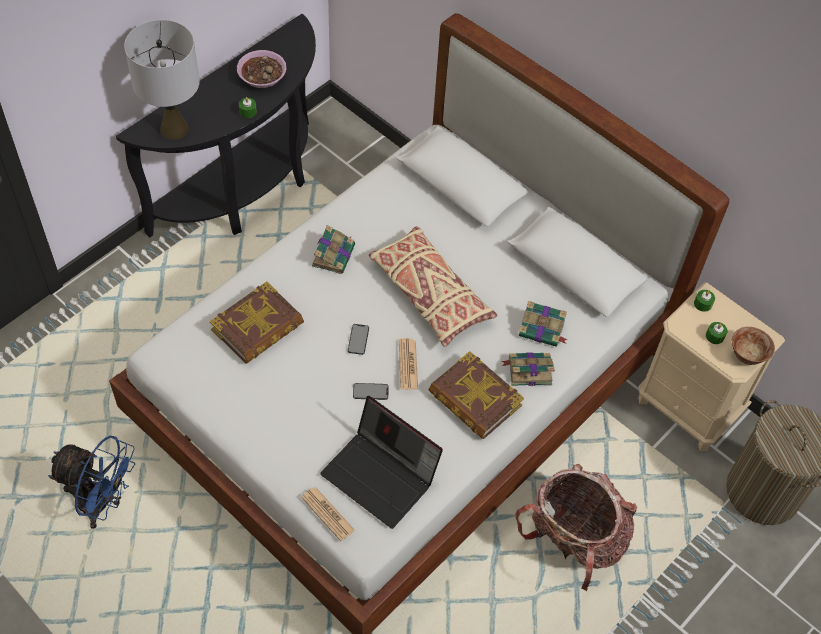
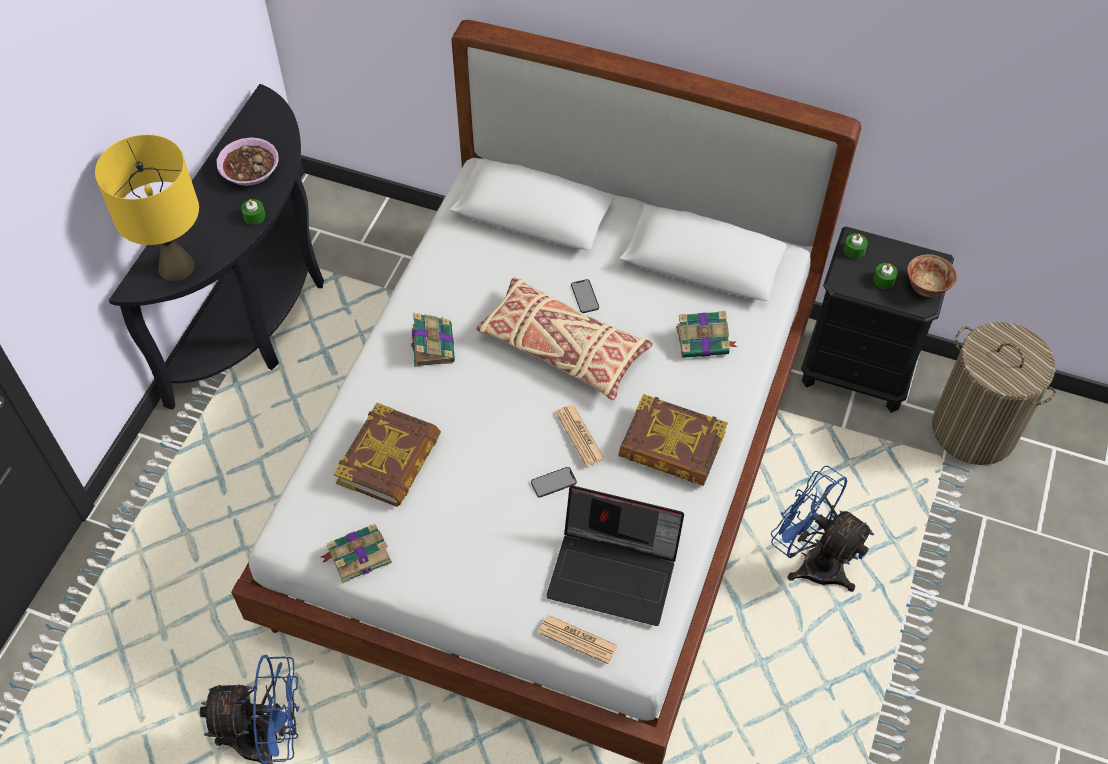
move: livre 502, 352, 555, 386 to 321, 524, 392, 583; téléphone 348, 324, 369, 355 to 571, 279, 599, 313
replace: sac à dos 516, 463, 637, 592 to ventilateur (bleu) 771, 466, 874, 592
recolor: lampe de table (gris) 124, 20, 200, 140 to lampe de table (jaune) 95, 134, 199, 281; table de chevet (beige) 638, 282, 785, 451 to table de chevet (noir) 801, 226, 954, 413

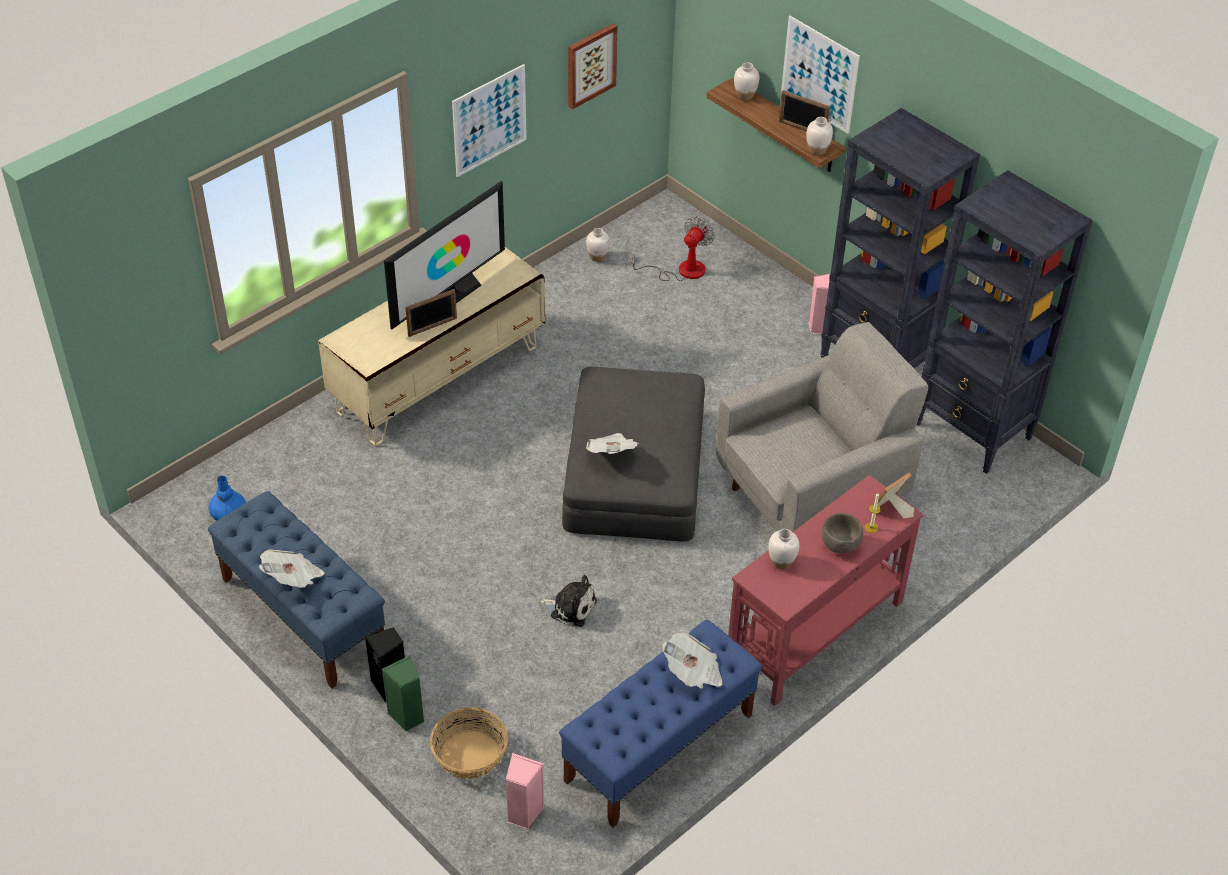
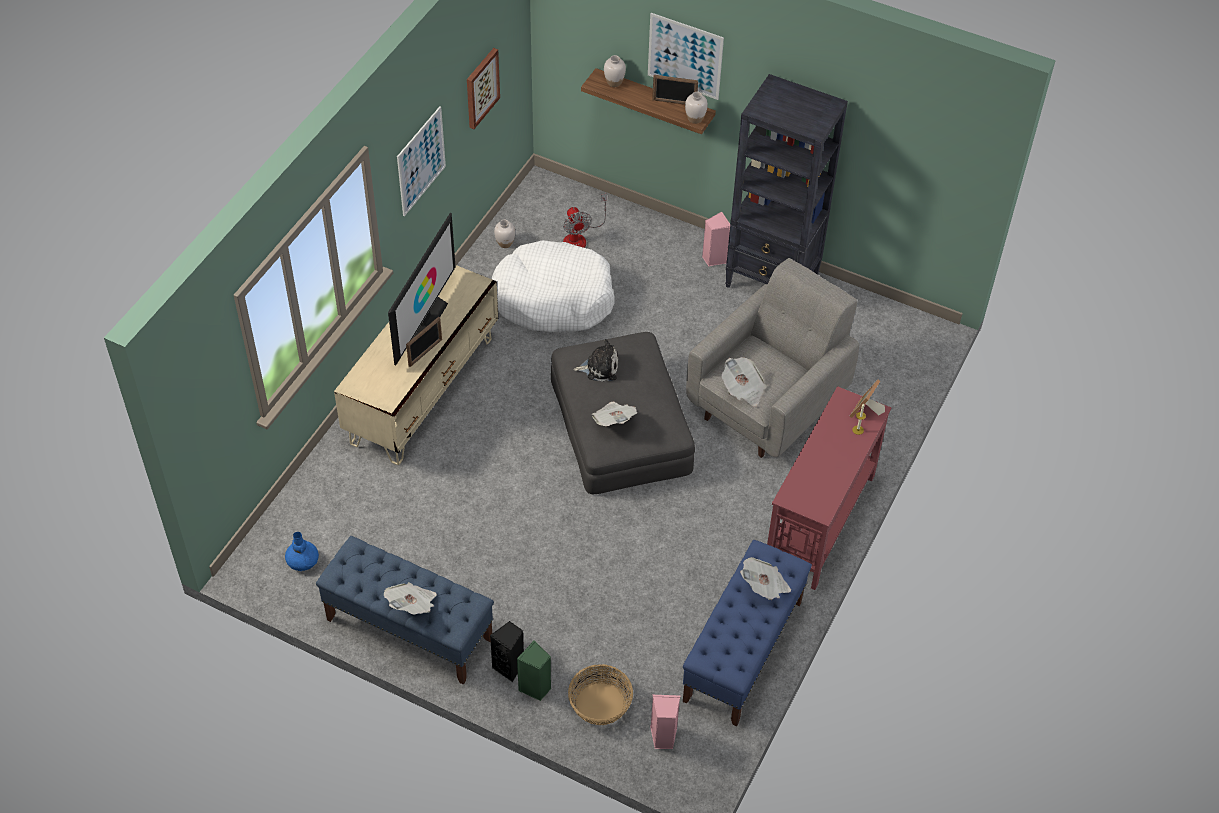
delete: vase (blanc) 768, 529, 799, 569; bol (marron) 822, 513, 863, 553; bibliothèque (noir) 917, 170, 1093, 474
insert: panier pour chien (blanc) 492, 240, 615, 332; journal 722, 357, 767, 406
move: peluche 539, 575, 597, 627 to 573, 339, 618, 382
rotate: ventilateur 628, 217, 715, 281 = 563, 194, 607, 248 150 degrees clockwise

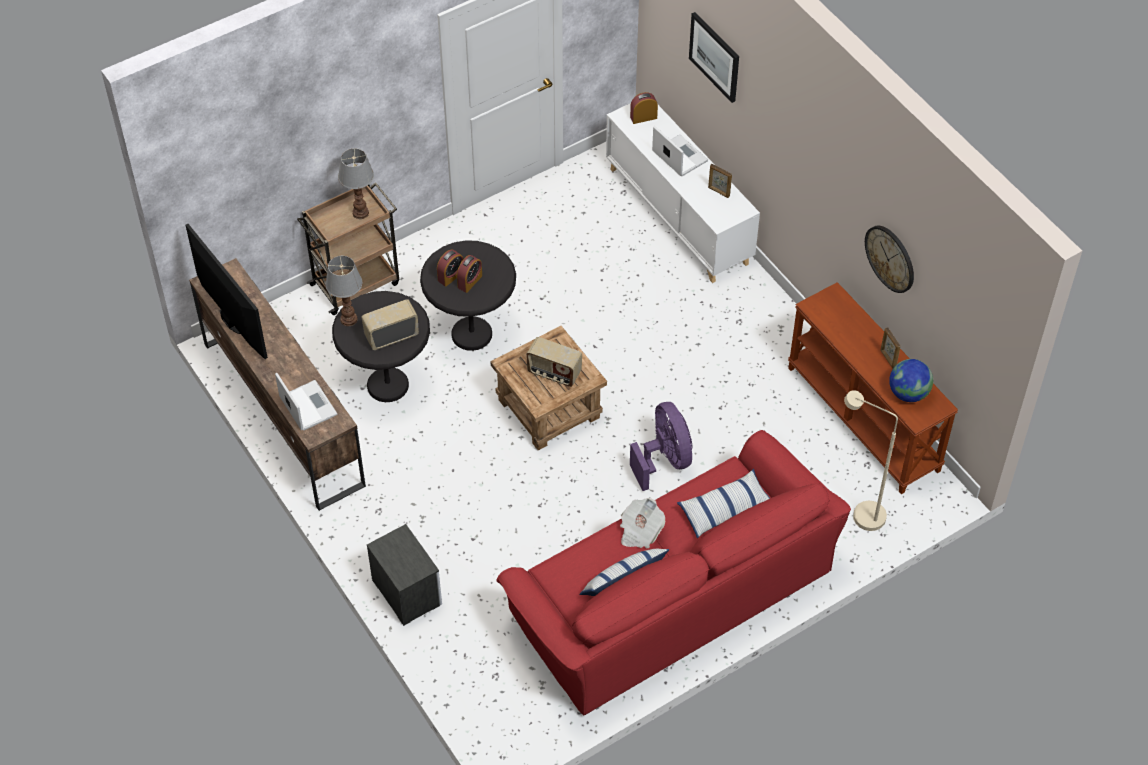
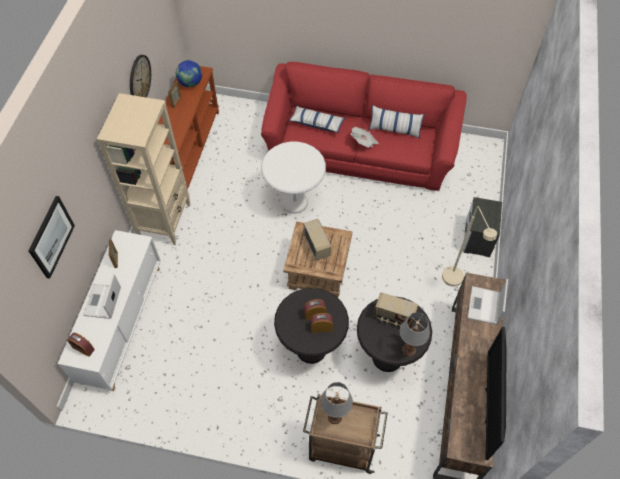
insert: bibliothèque (beige) 97, 93, 190, 245
move: lampadaire (beige) 844, 390, 898, 531 to 442, 206, 497, 287
replace: ventilateur (violet) 630, 402, 693, 491 to table d'appoint (blanc) 261, 142, 326, 214

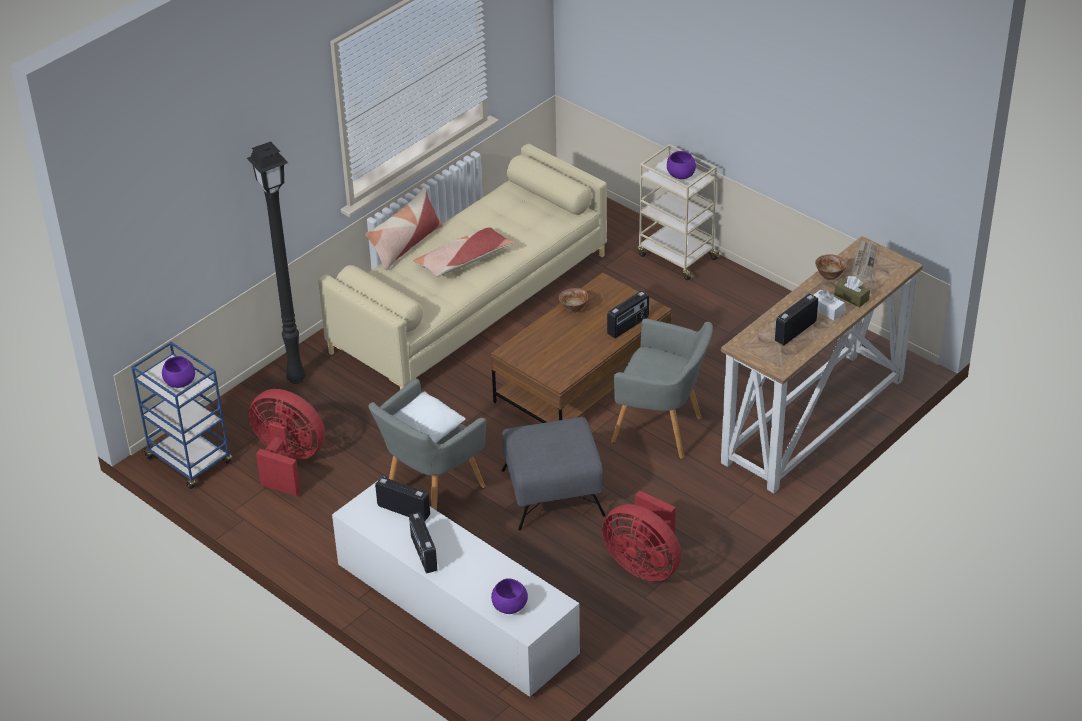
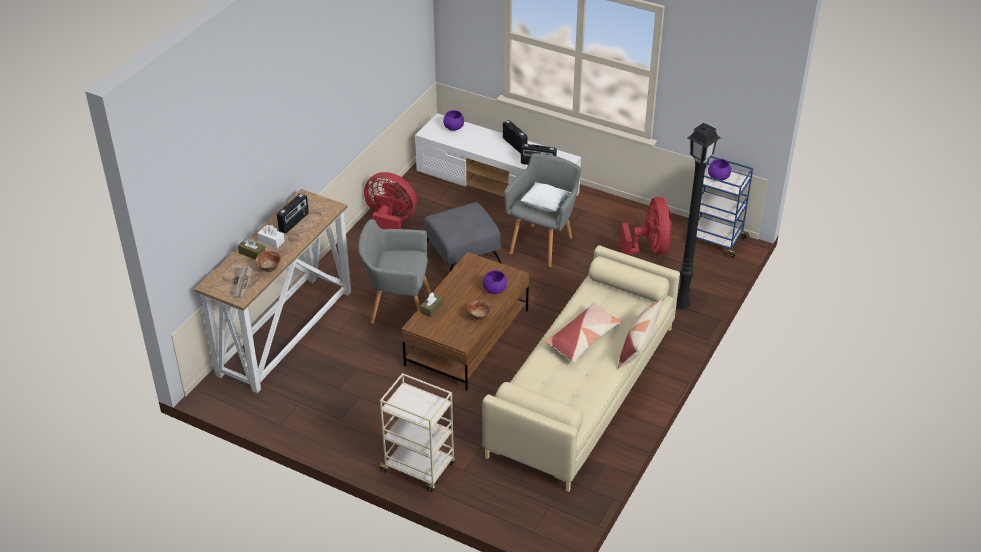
move: bol (violet) 667, 151, 696, 179 to 482, 270, 507, 294
replace: radio 607, 291, 649, 338 to boîte à mouchoirs (marron) 420, 292, 443, 318
rotate: ventilateur (rouge) 249, 389, 325, 496 = 620, 197, 672, 256 105 degrees counterclockwise

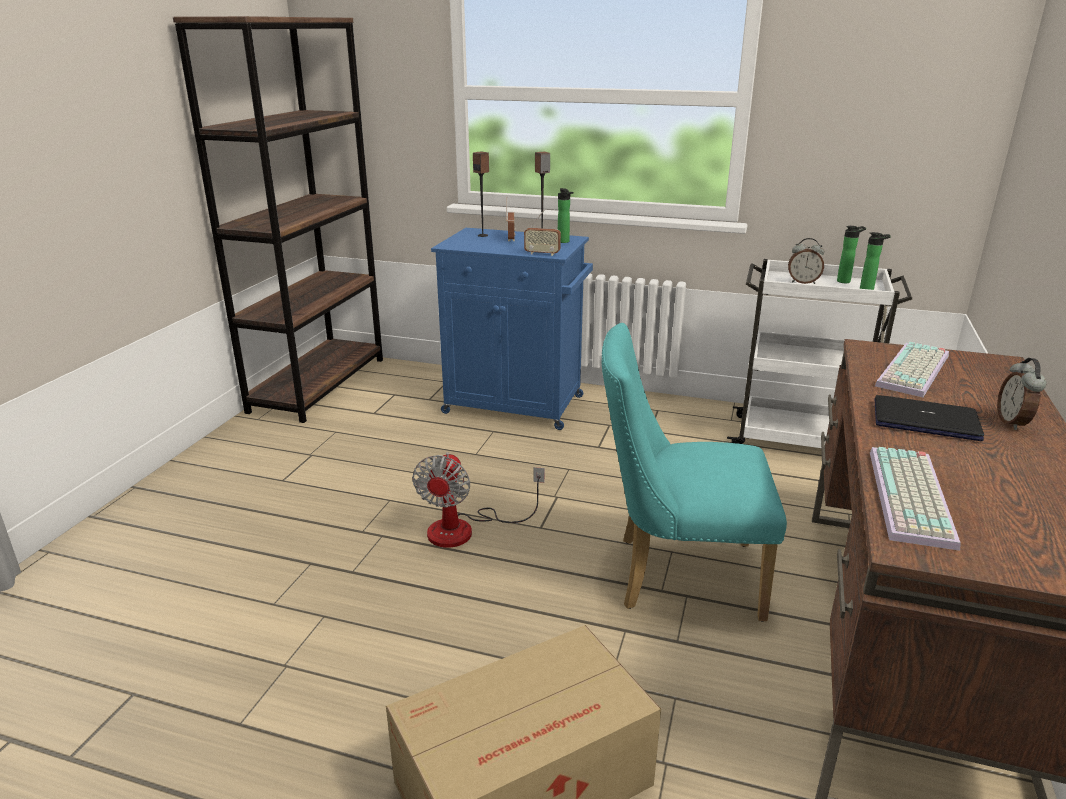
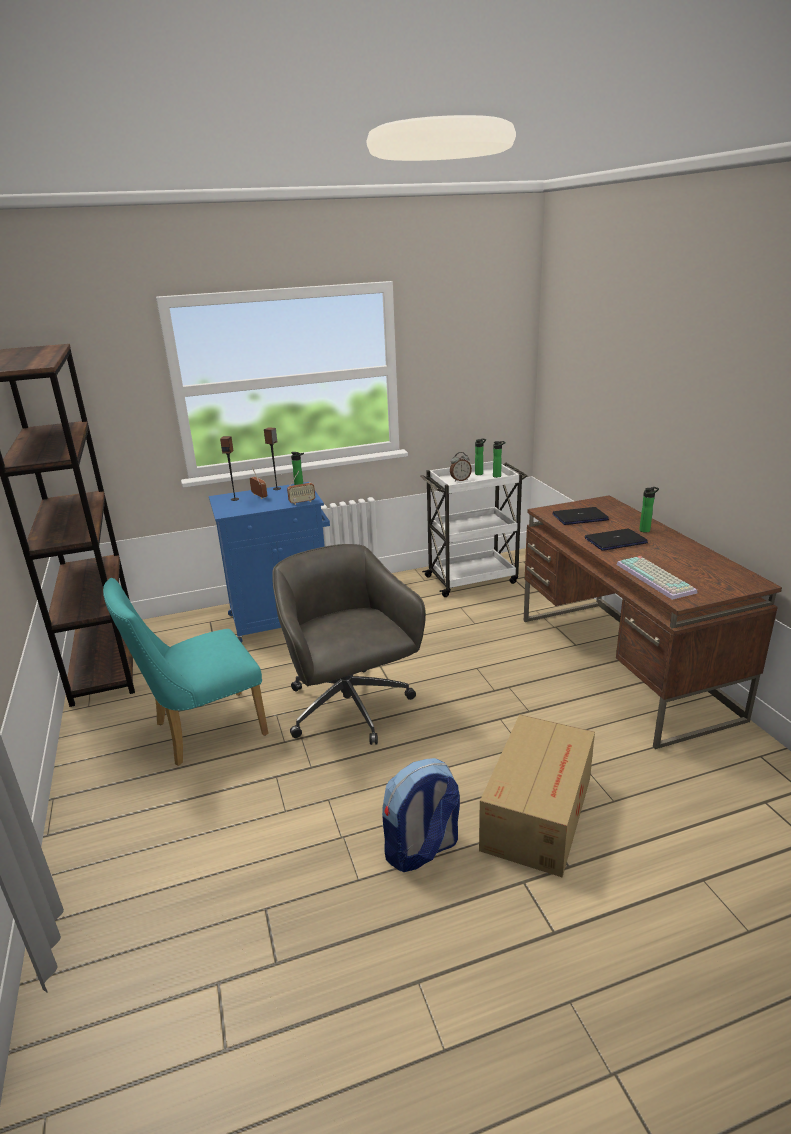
insert: sac à dos 382, 758, 460, 872
move: chaise (turquoise) 602, 323, 787, 622 to 103, 578, 269, 766
replace: ventilateur 412, 452, 545, 548 to chaise de bureau (gris) 272, 544, 426, 745; clavier 875, 342, 949, 397 to ordinateur portable 552, 507, 609, 525; réveil 997, 358, 1046, 430 to bouteille 639, 487, 659, 533

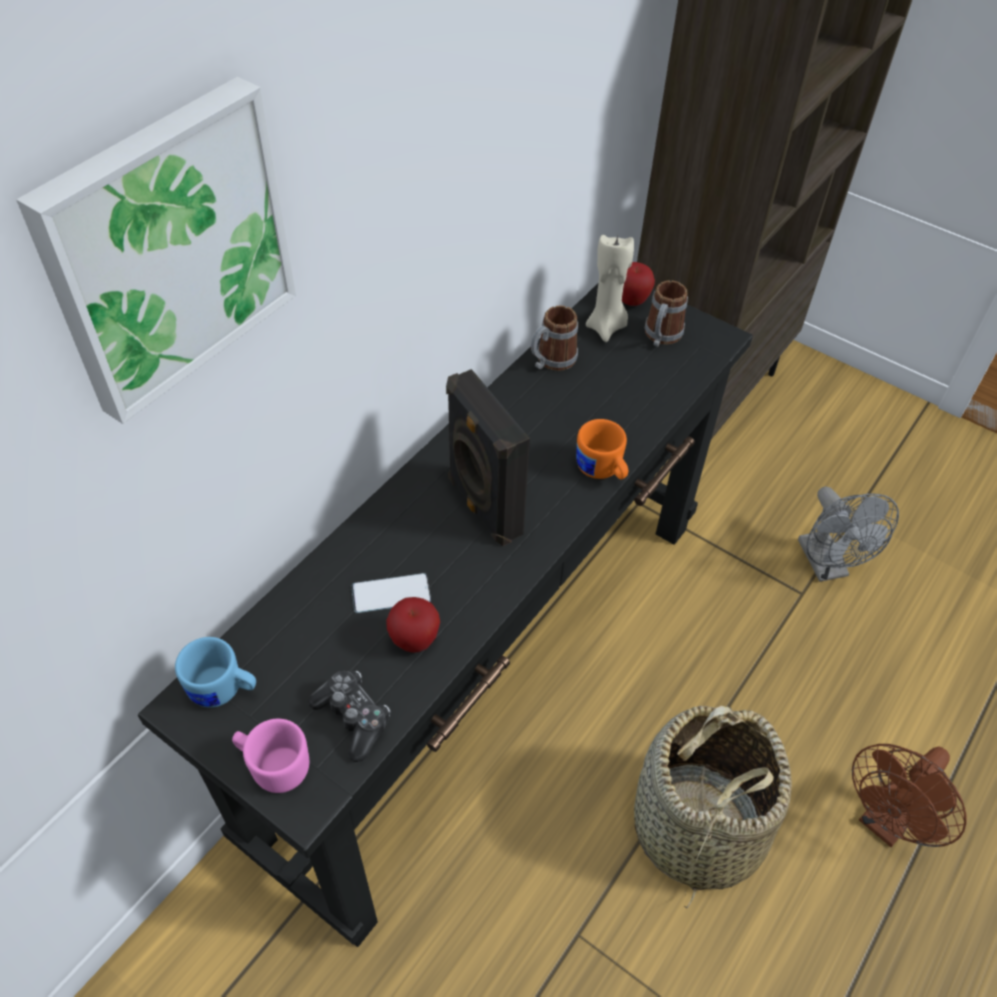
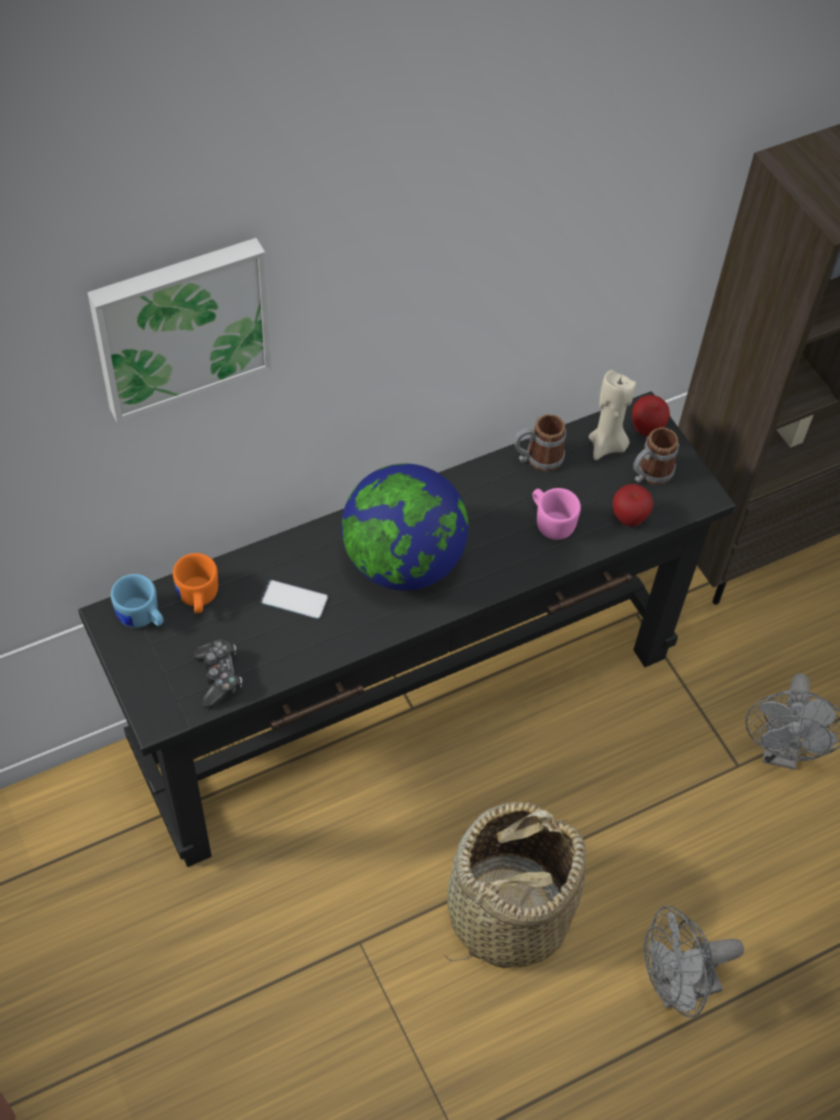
move: mug (orange) 576, 419, 628, 480 to 173, 553, 218, 613; mug (rose) 232, 719, 309, 793 to 533, 488, 581, 540; pomme 386, 597, 440, 653 to 613, 484, 653, 526
replace: enceinte (noir) 446, 369, 530, 546 to globe 341, 463, 469, 591
recolor: ventilateur (marron) 852, 744, 967, 847 to ventilateur (gris) 644, 906, 744, 1018

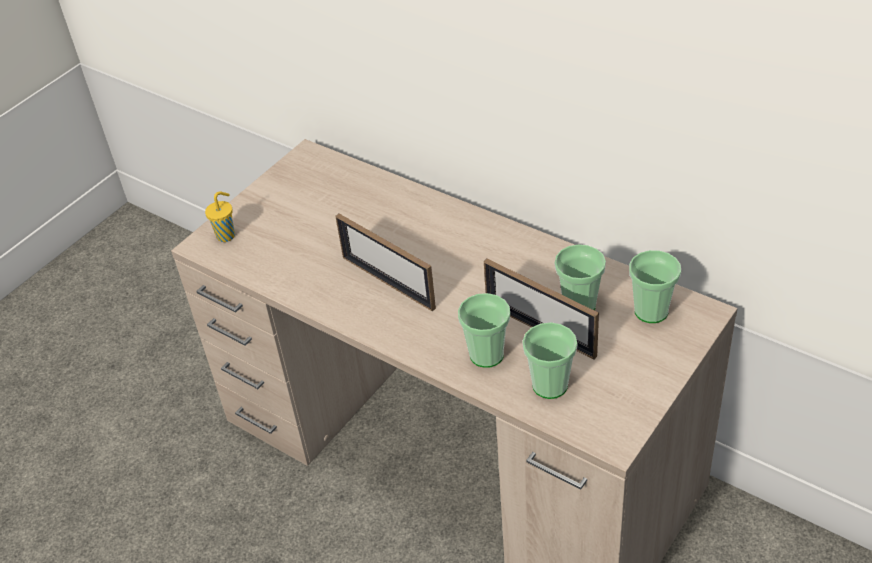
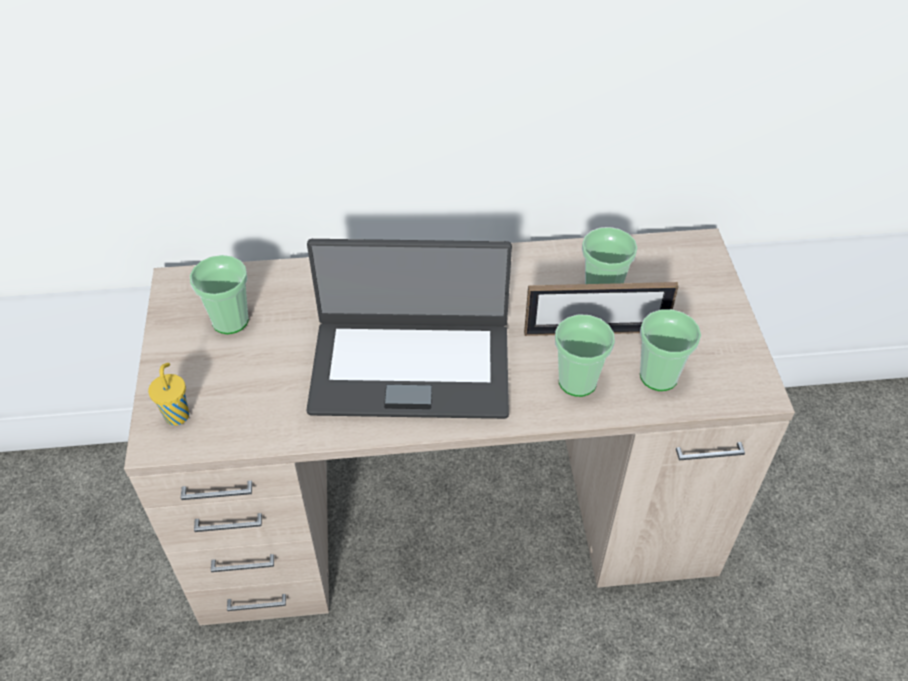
move: tasse 629, 250, 681, 323 to 190, 255, 249, 334
replace: cadre photo 335, 214, 436, 312 to ordinateur portable 307, 239, 512, 419

